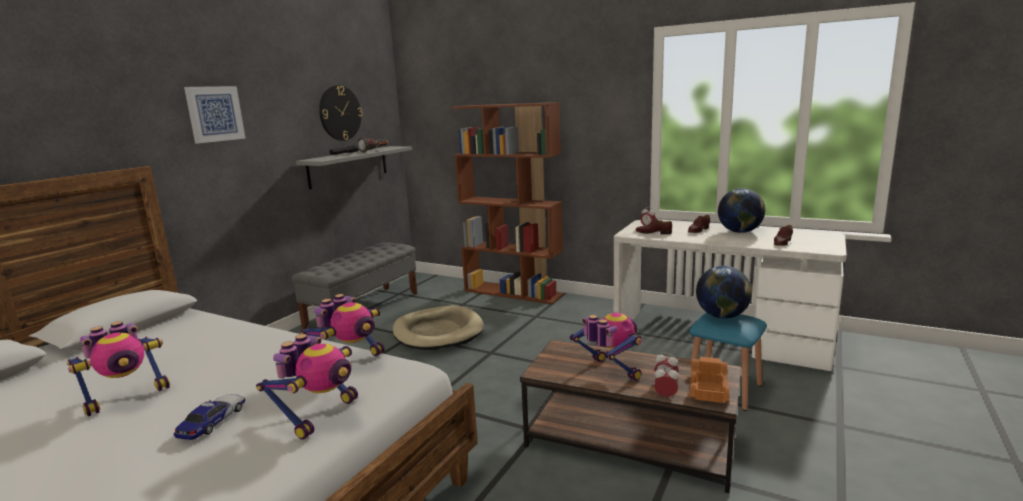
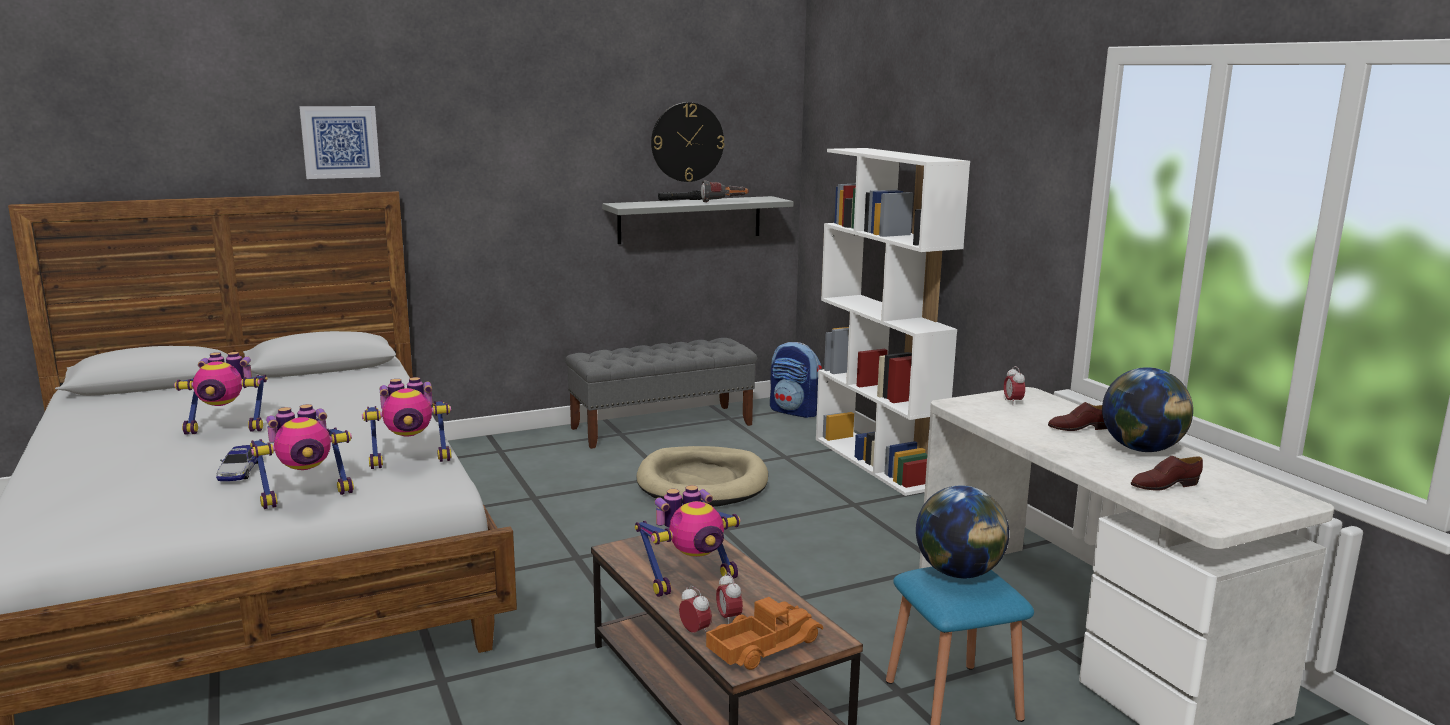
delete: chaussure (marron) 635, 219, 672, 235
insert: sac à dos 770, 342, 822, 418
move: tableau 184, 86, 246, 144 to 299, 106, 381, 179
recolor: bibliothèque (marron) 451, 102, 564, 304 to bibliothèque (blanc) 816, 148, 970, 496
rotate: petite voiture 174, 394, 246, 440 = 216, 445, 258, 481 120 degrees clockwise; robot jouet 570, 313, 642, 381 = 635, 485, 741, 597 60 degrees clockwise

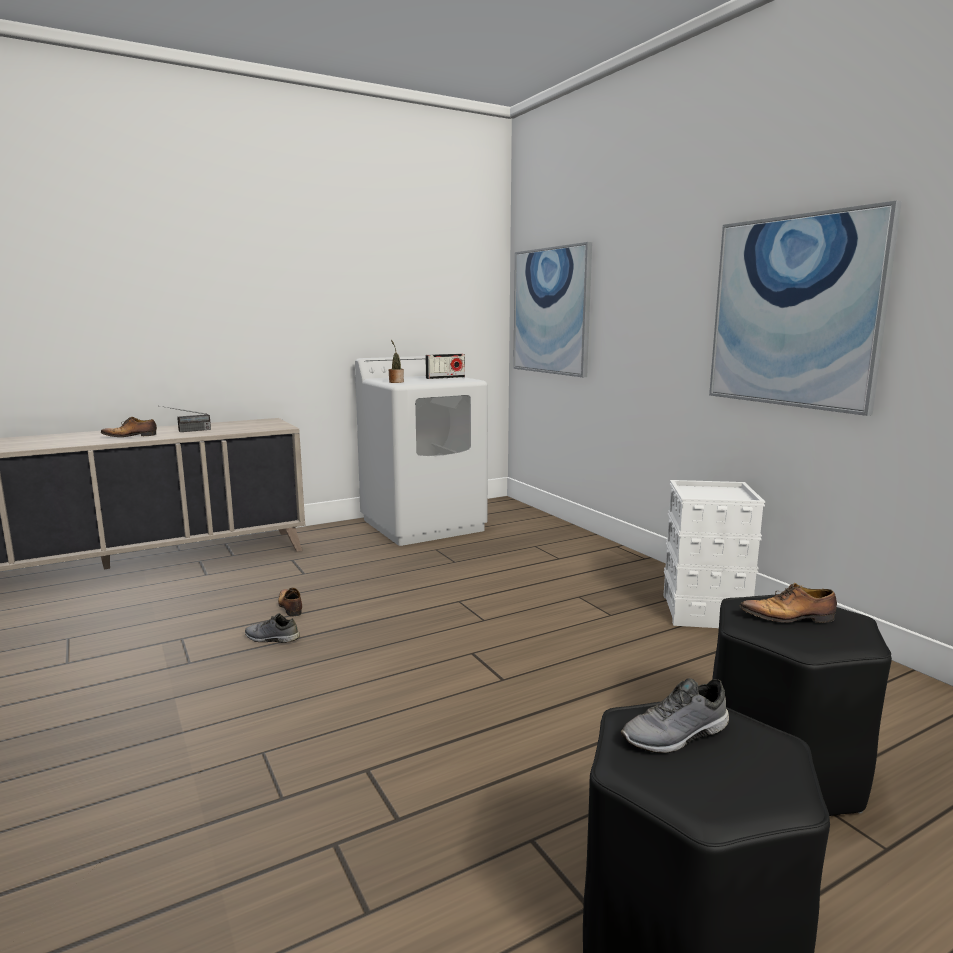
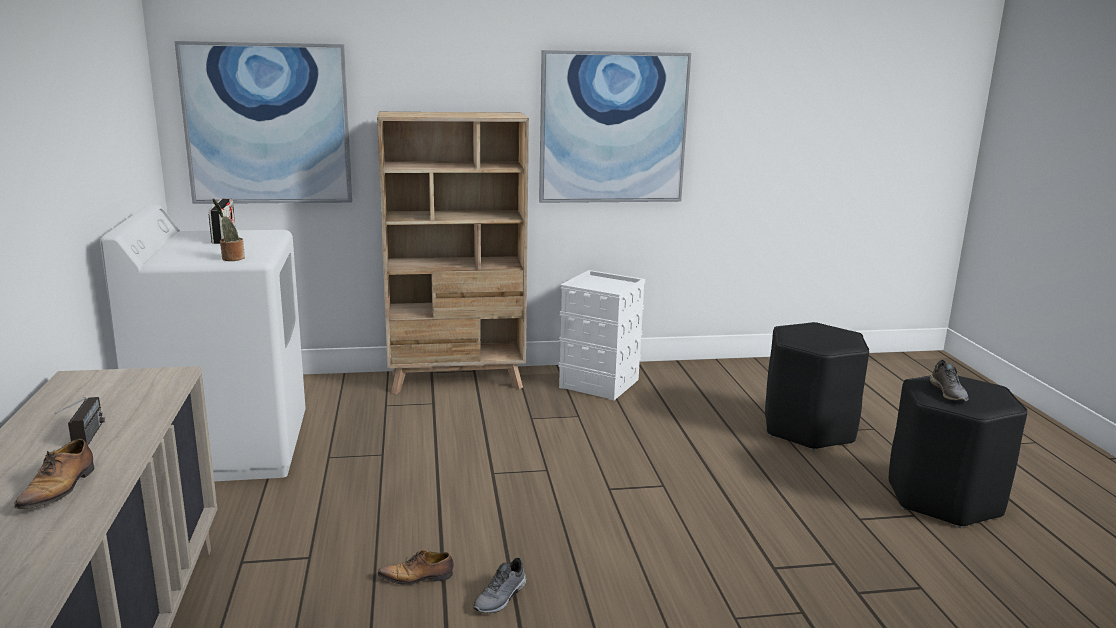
delete: chaussure 740, 583, 837, 623
insert: bibliothèque (beige) 377, 112, 529, 395

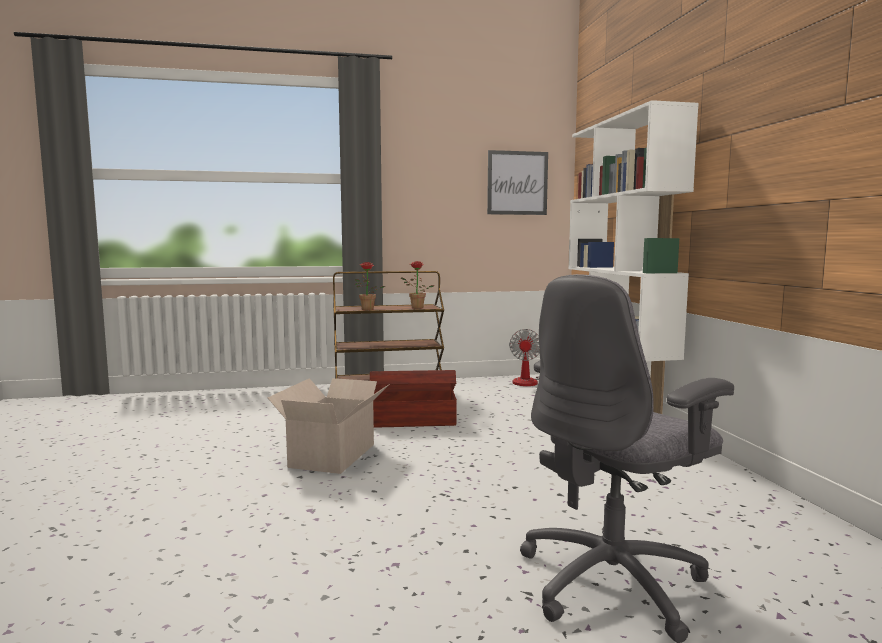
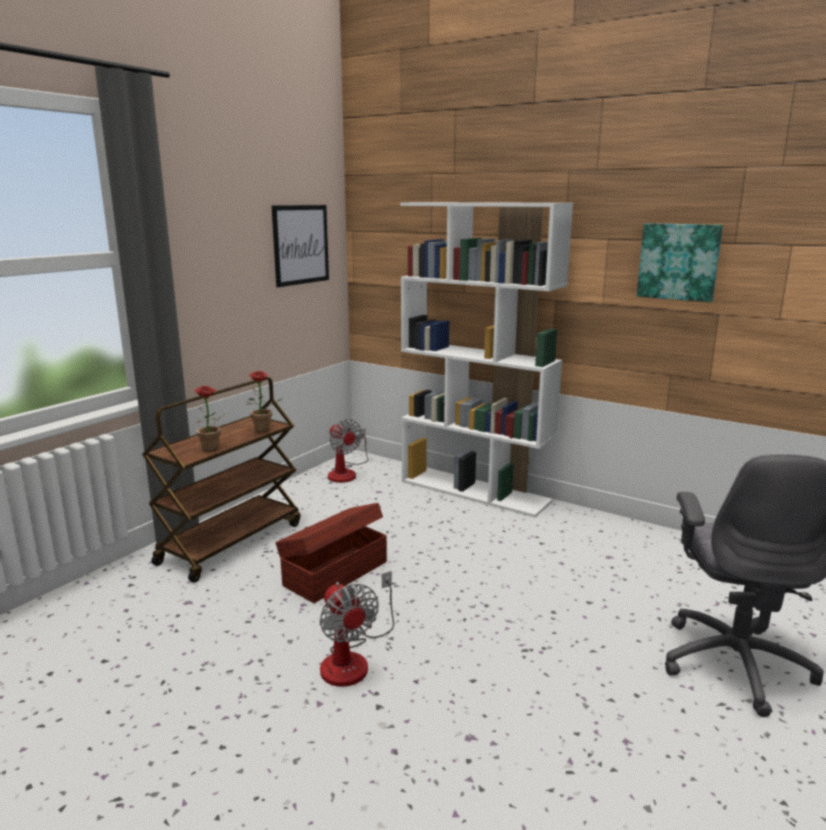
insert: tableau 637, 223, 723, 302
replace: carton 267, 378, 390, 474 to ventilateur 320, 571, 394, 687

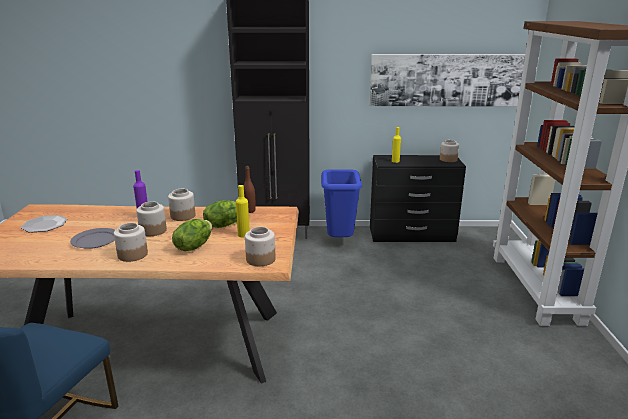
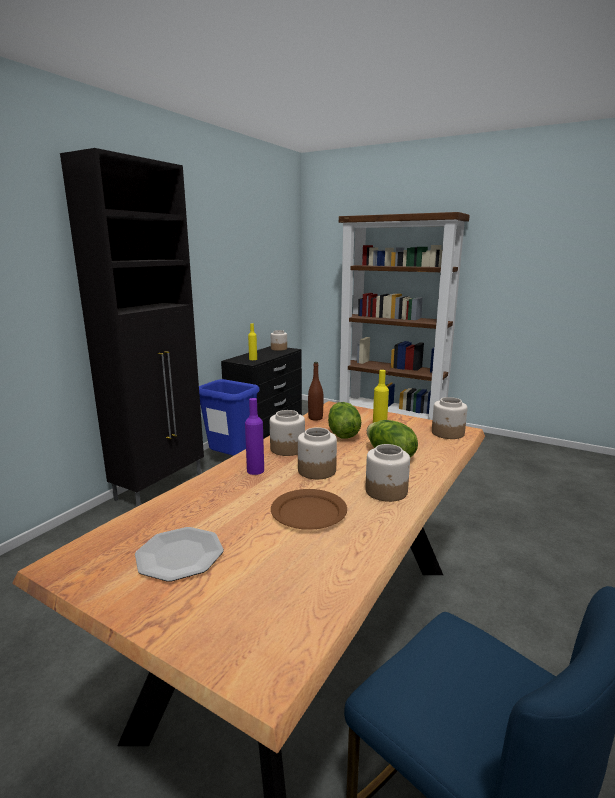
delete: tableau 369, 54, 525, 106
recolor: assiette (gris) 70, 228, 115, 249 to assiette (marron) 271, 489, 347, 530

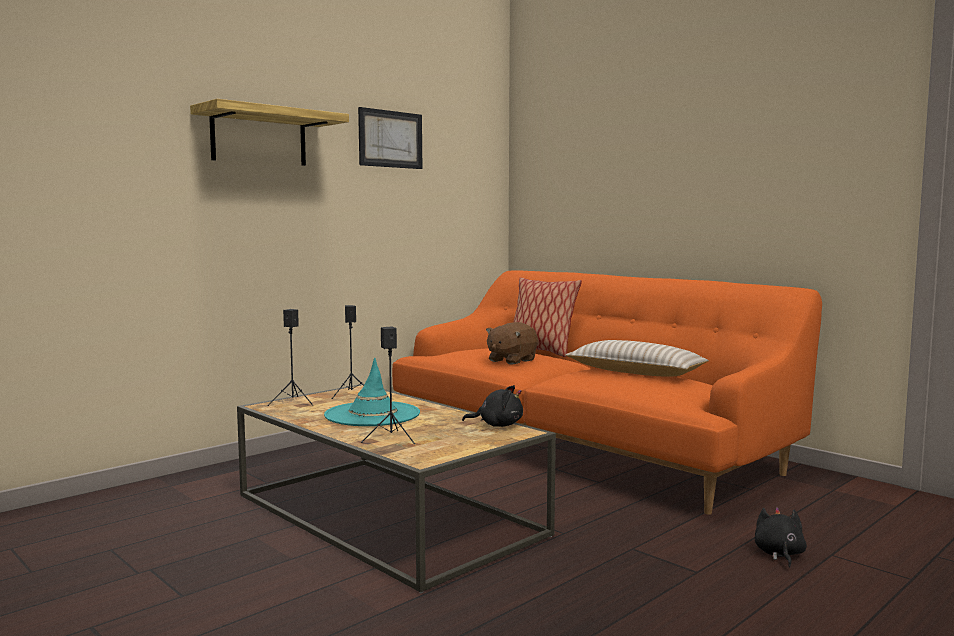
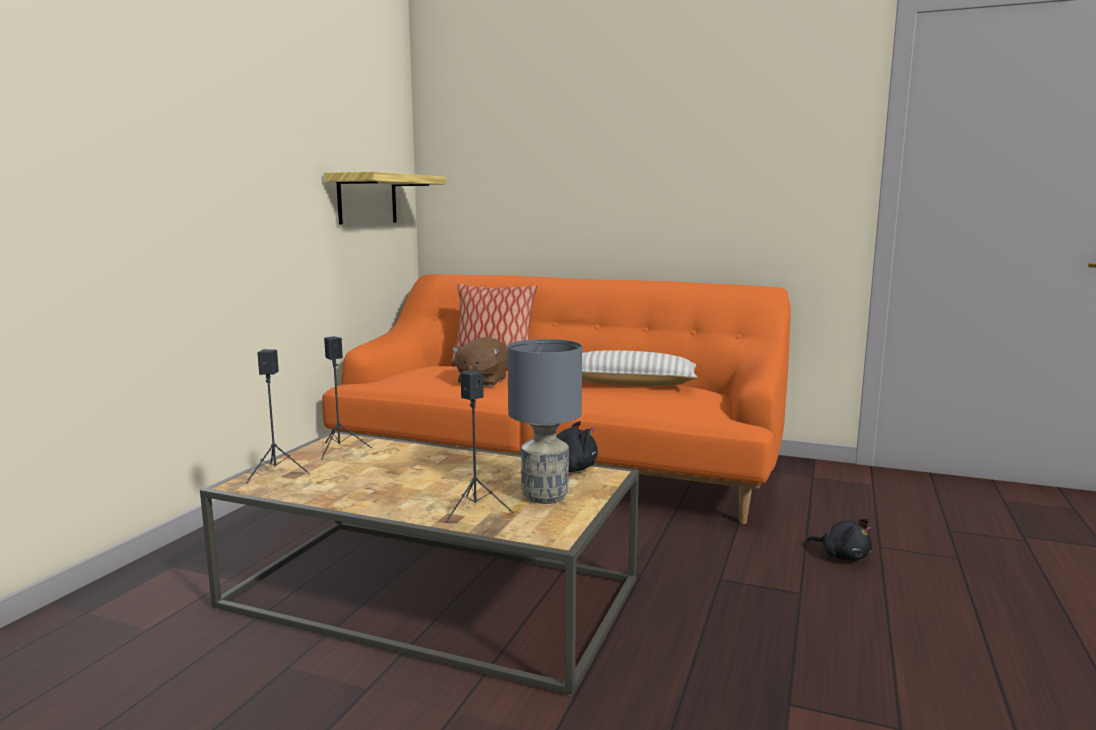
delete: chapeau (turquoise) 324, 358, 420, 426; tableau 358, 107, 422, 169
insert: lampe de table (gris) 507, 339, 582, 504
move: étagère 190, 99, 349, 166 to 324, 172, 446, 225
rotate: peluche (noir) 755, 507, 807, 568 = 807, 519, 872, 561 150 degrees clockwise

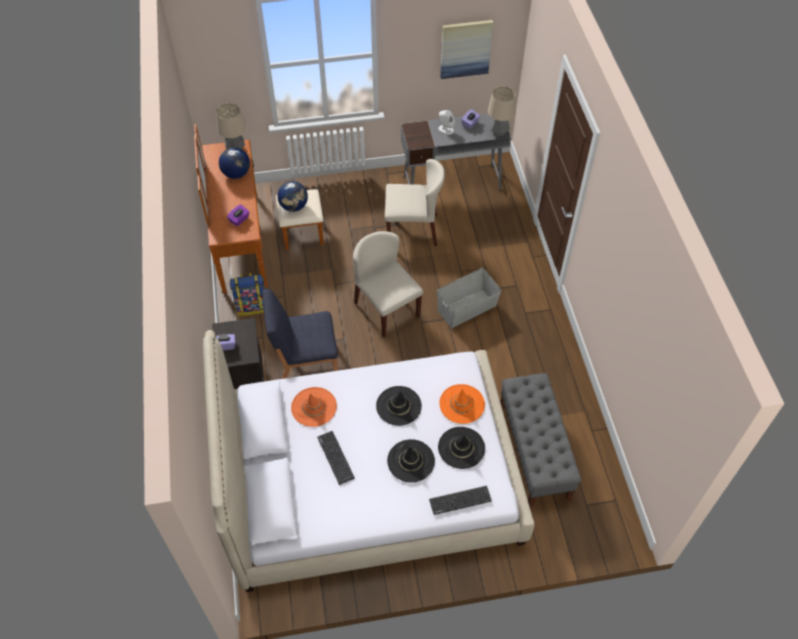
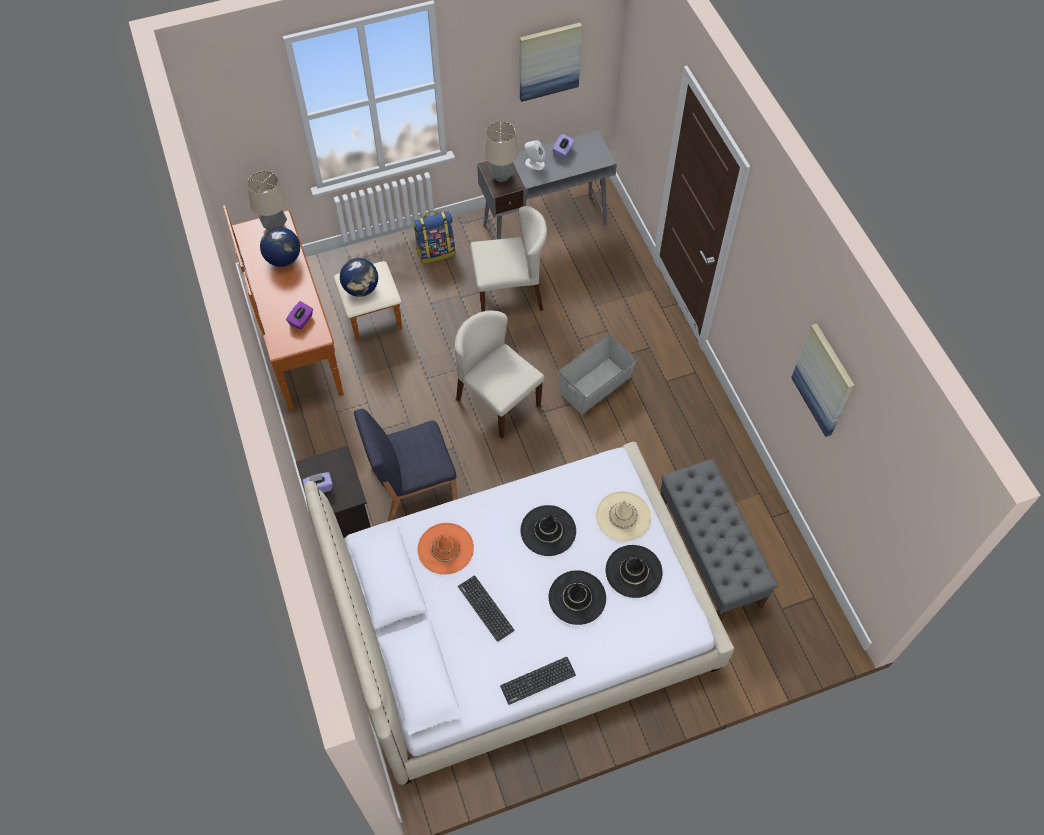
insert: tableau 791, 324, 855, 437
move: sac à dos 230, 273, 265, 316 to 414, 211, 455, 264; lampe de table 488, 87, 515, 136 to 484, 121, 519, 182; clavier 429, 486, 492, 515 to 500, 657, 576, 705
recolor: chapeau (orange) 439, 384, 485, 424 to chapeau (beige) 596, 491, 651, 541

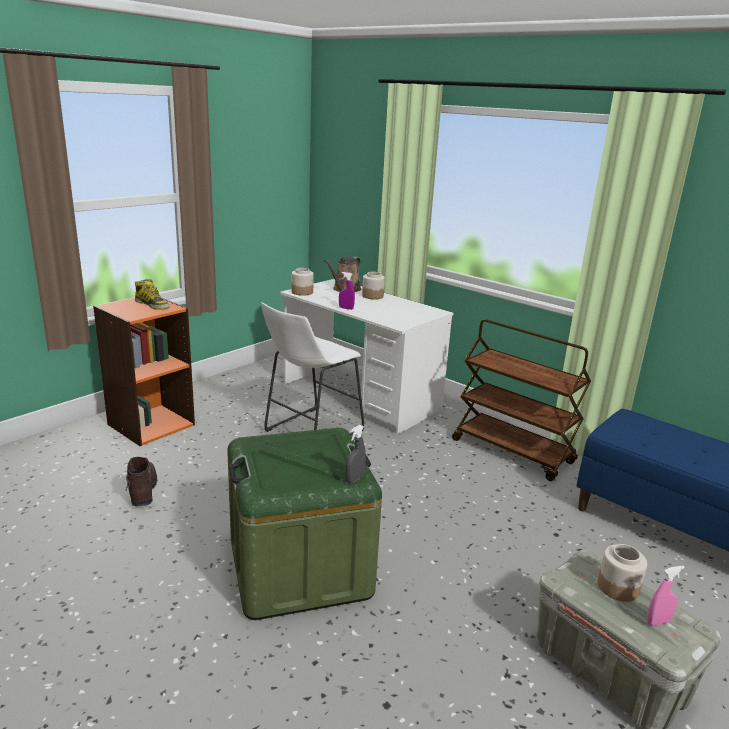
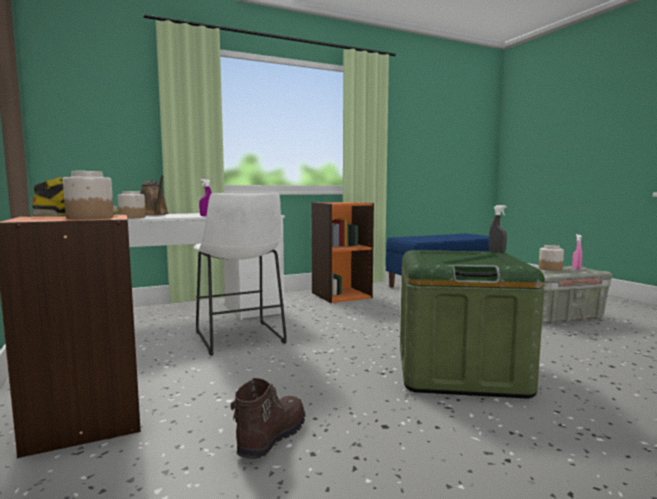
move: bocal 362, 272, 385, 299 to 63, 171, 114, 220
replace: chariot (marron) 452, 319, 591, 481 to bibliothèque (orange) 311, 202, 374, 303
rotate: botte (marron) 125, 457, 157, 506 = 230, 378, 306, 459 105 degrees clockwise

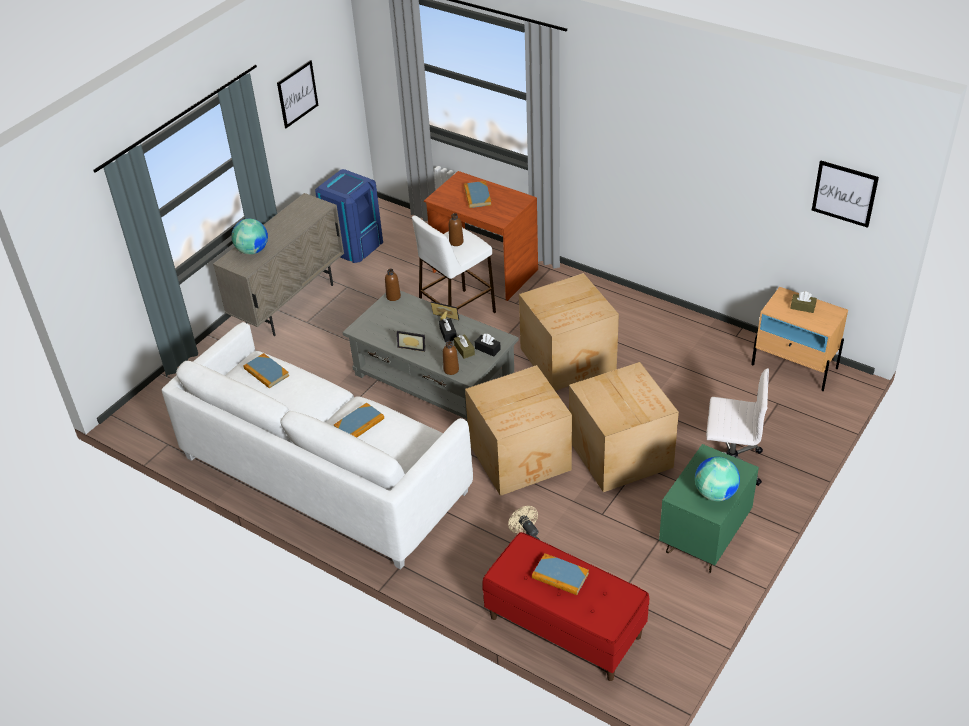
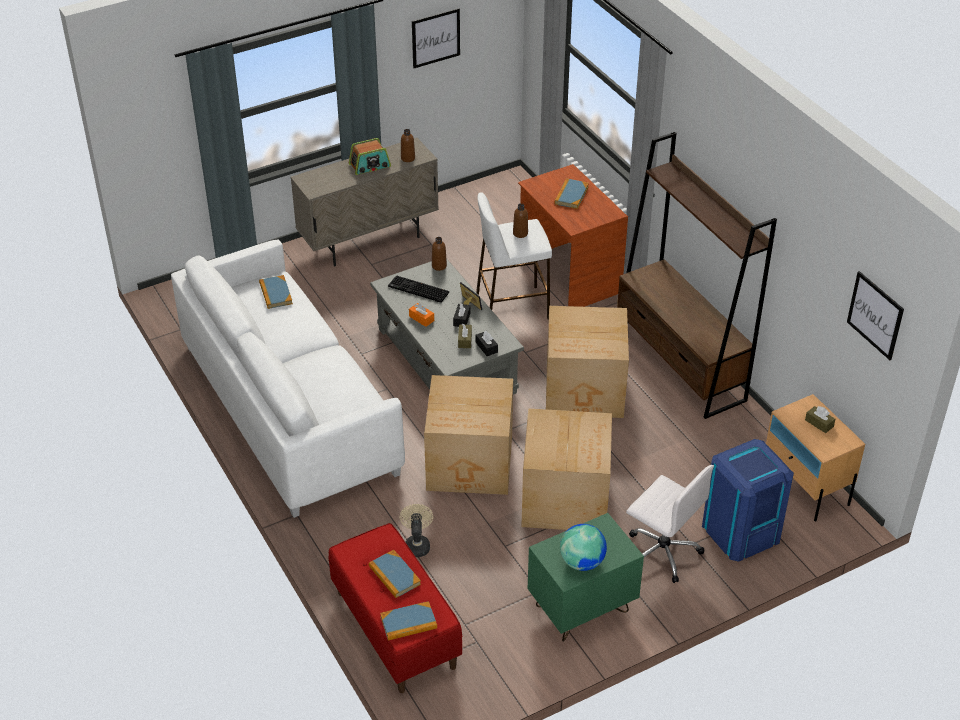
delete: globe 231, 219, 268, 255
insert: radio 349, 138, 391, 175; clavier 388, 275, 449, 303; bibliothèque (marron) 617, 132, 777, 419
move: livre 334, 403, 384, 437 to 380, 601, 437, 641; bouteille (marron) 443, 341, 459, 375 to 401, 129, 415, 162; poubelle (bleu) 315, 169, 383, 263 to 702, 439, 794, 562
replace: cadre photo 397, 331, 425, 352 to boîte à mouchoirs (orange) 409, 303, 434, 327

